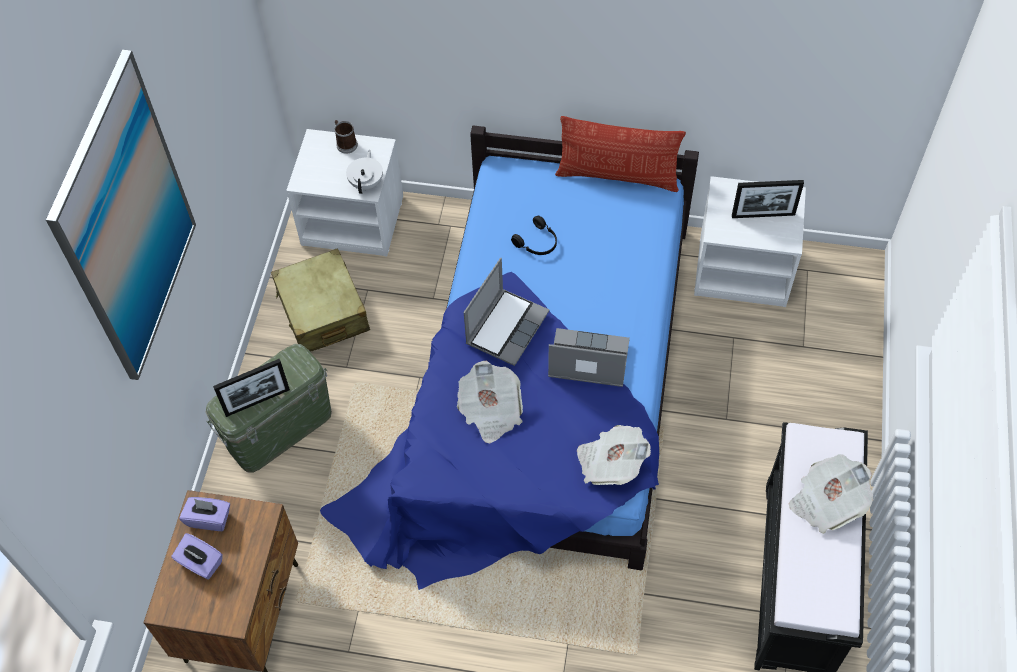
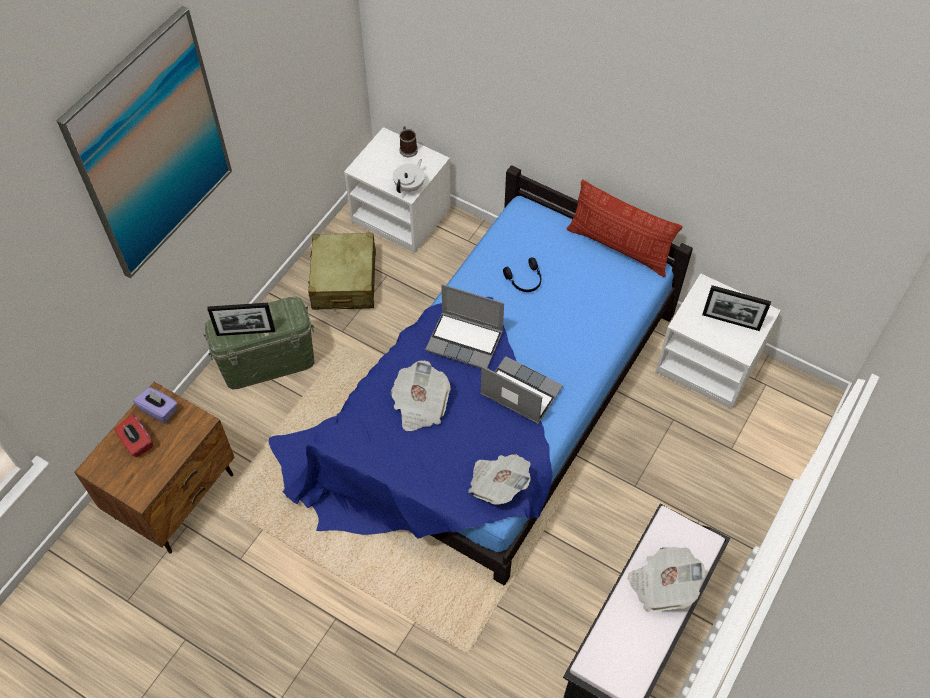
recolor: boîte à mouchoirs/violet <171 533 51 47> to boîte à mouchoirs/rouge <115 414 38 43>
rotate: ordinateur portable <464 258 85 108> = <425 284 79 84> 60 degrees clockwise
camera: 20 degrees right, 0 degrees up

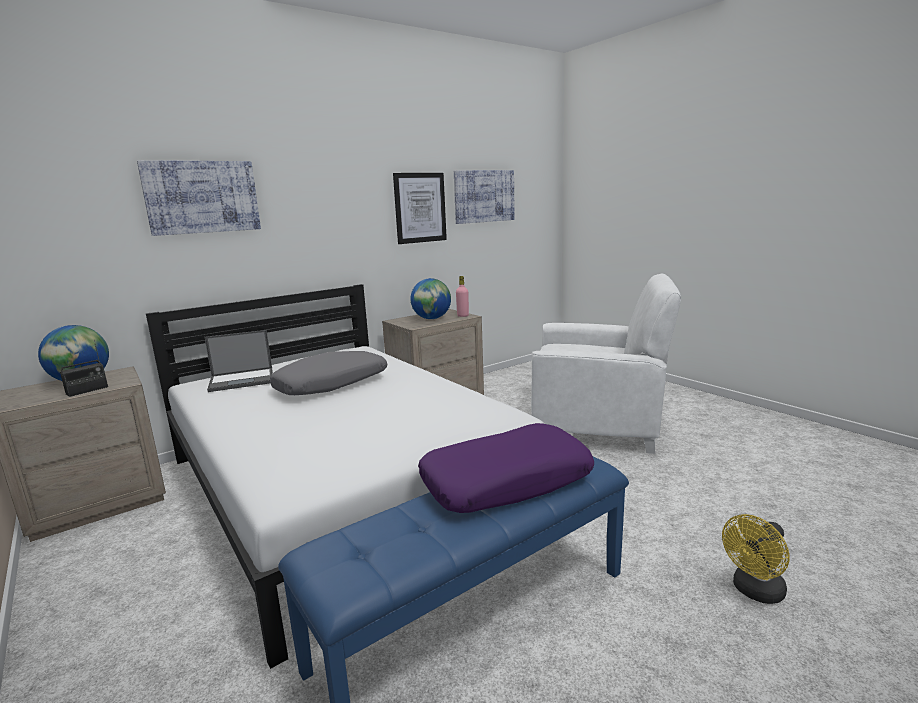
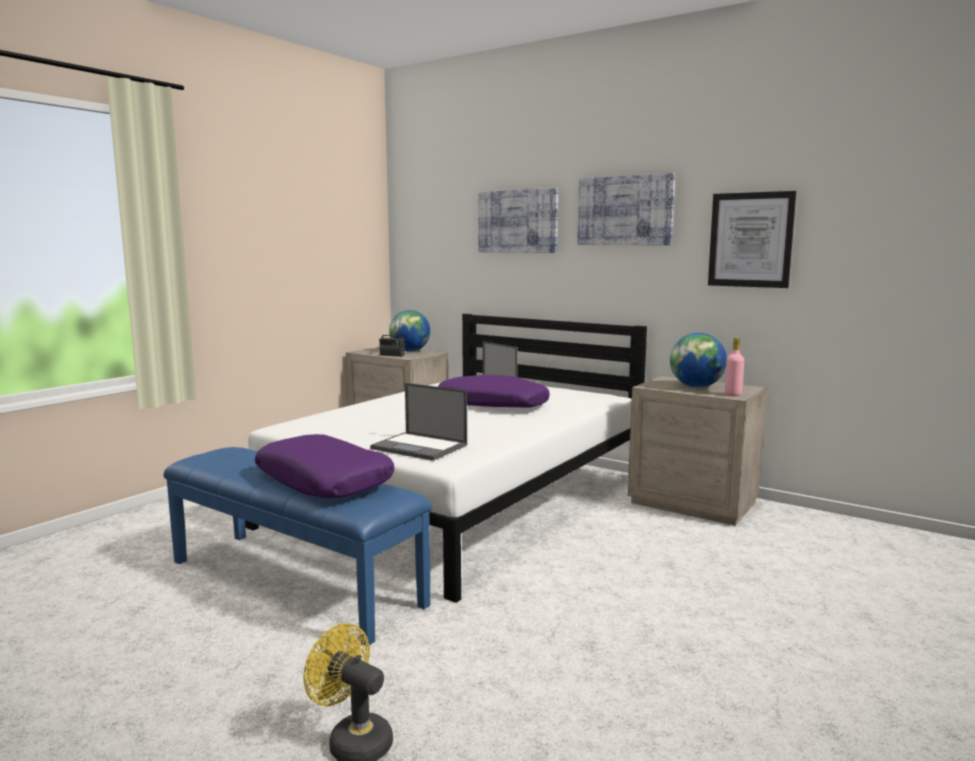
delete: fauteuil/blanc <531 274 150 180>
insert: ordinateur portable <370 383 97 78>
move: tableau <454 170 61 54> to <577 173 98 72>
recolor: coussin/gris <270 351 117 44> to coussin/violet <438 375 112 32>
camera: 70 degrees right, 5 degrees down

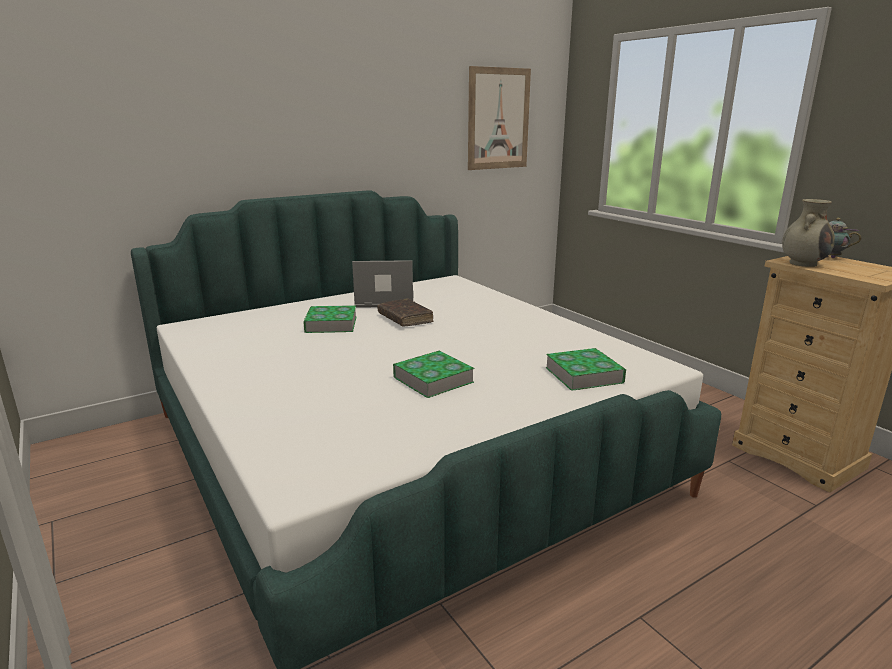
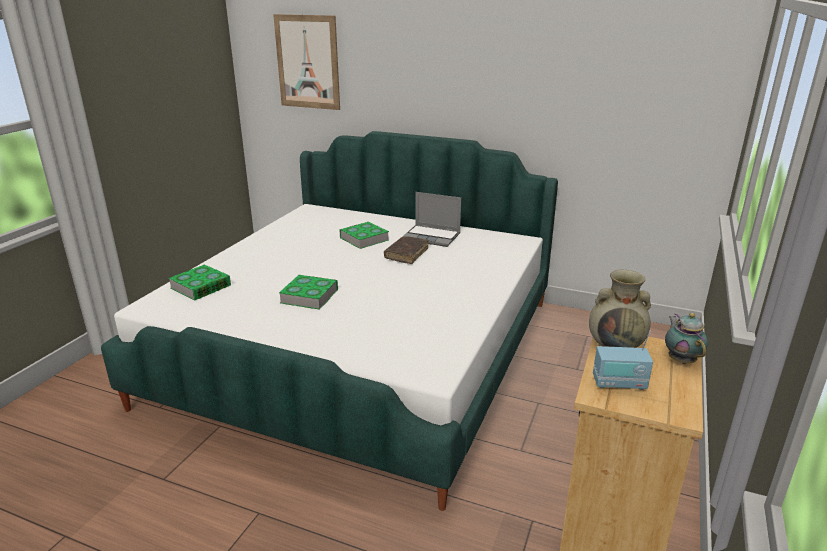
insert: radio <593 330 60 60>
move: tableau <468 66 63 104> to <273 14 67 96>; livre <546 348 80 43> to <168 264 63 36>
rotate: ordinateur portable <352 260 61 48> = <402 192 59 55> 150 degrees clockwise
camera: 55 degrees right, 5 degrees up

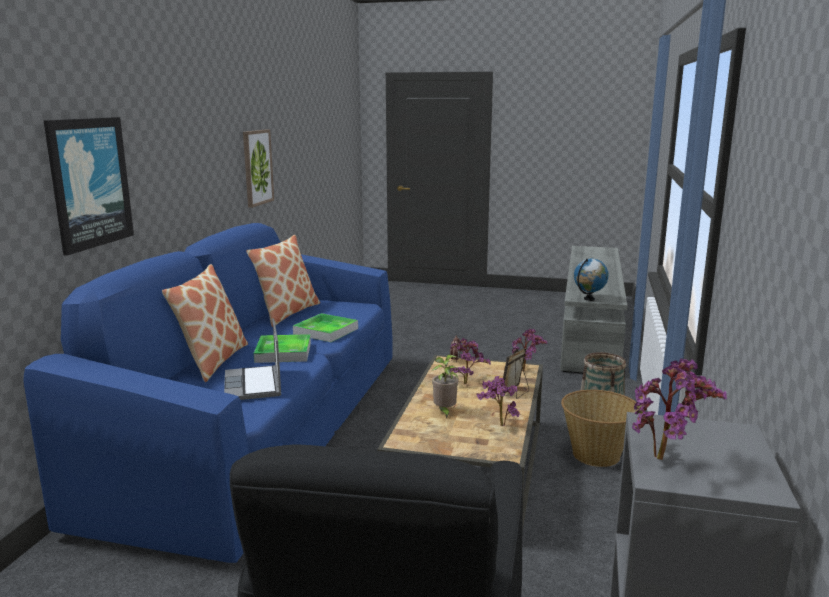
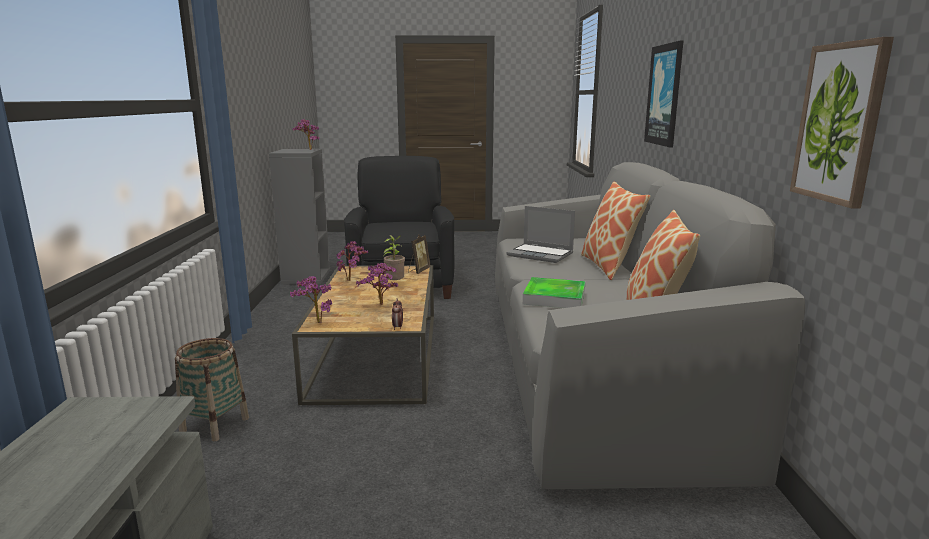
delete: plateau <254 334 57 29>; panier <561 390 77 77>; globe <574 259 35 42>
move: cadre photo <503 348 26 51> to <408 235 23 39>
recolor: canapé/bleu <24 223 369 340> to canapé/gris <495 162 310 329>
rotate: ordinateur portable <224 318 57 82> = <506 206 69 57> 150 degrees clockwise
camera: 165 degrees right, 0 degrees up

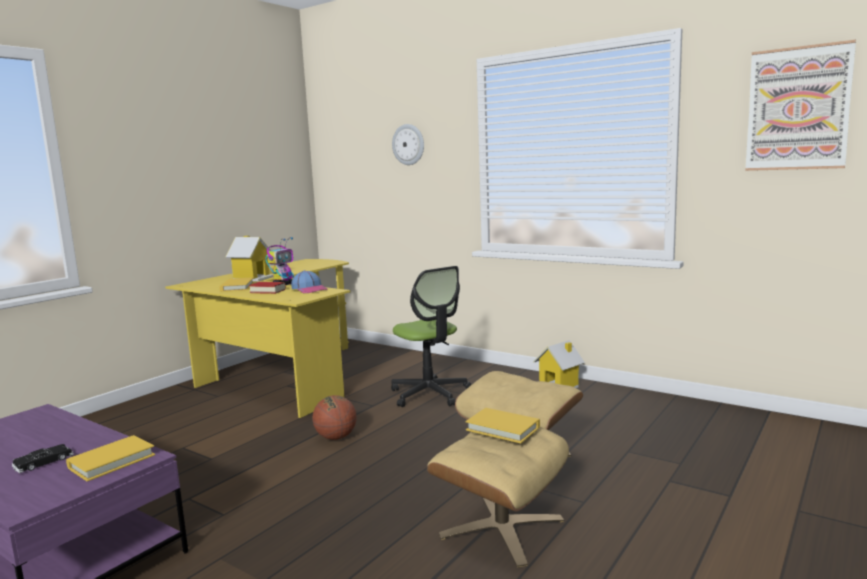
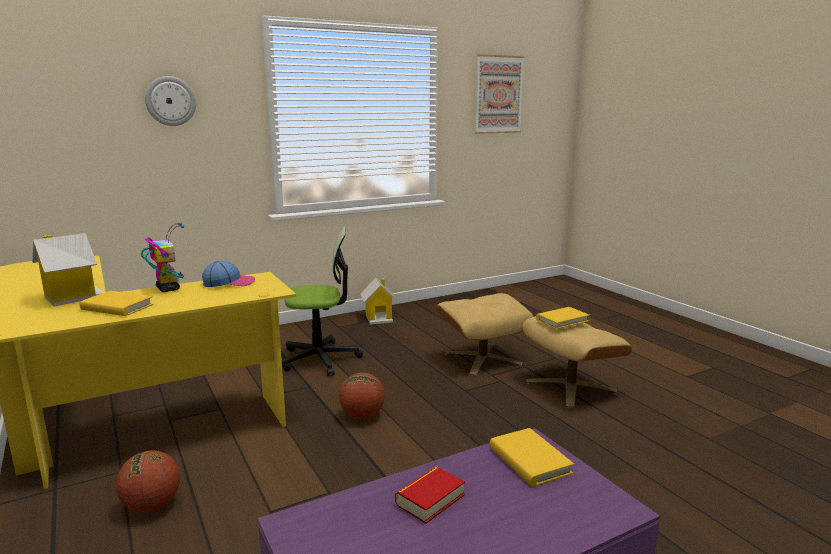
delete: petite voiture/noir <12 444 62 29>
insert: ballon de basket <116 450 64 63>
move: livre <249 282 37 12> to <395 466 70 57>
camera: 65 degrees left, 5 degrees up

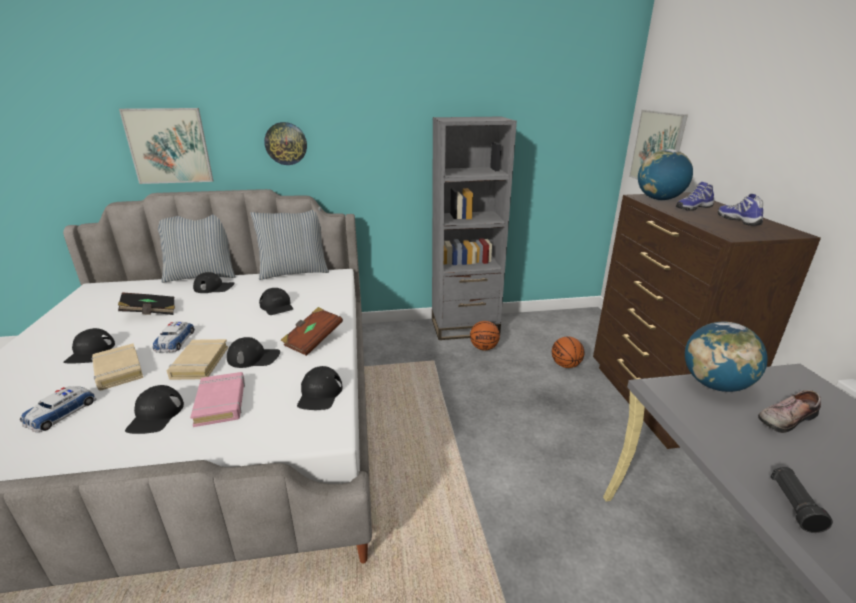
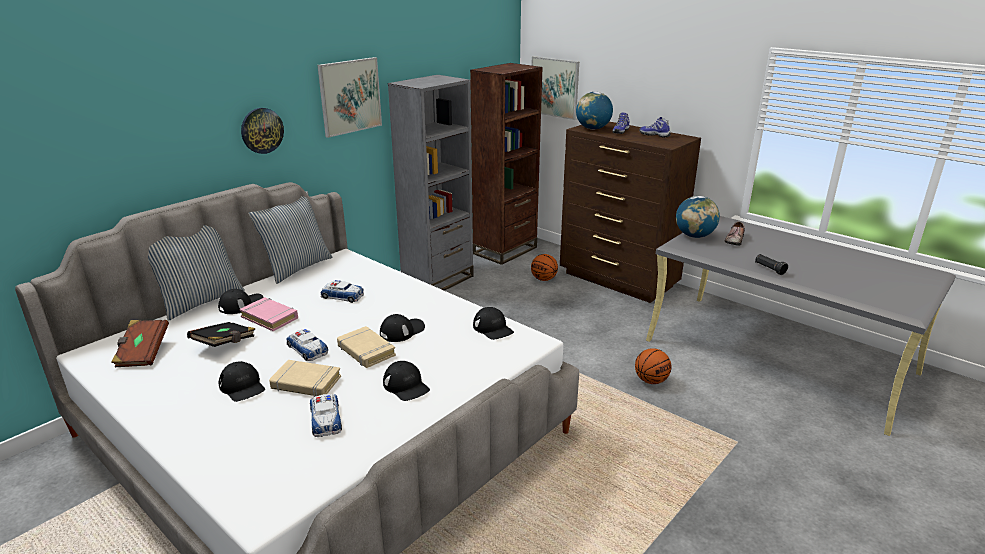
insert: bibliothèque/marron <470 63 73 202>
move: tableau <119 108 94 76> to <317 57 65 81>; livre/rose <190 372 55 55> to <239 297 59 34>; livre/marron <280 307 63 49> to <111 320 58 47>; ballon de basket <470 321 30 29> to <635 348 36 36>
replace: casquette/noir <259 288 35 27> to petite voiture <320 280 44 23>
camera: 40 degrees left, 0 degrees up

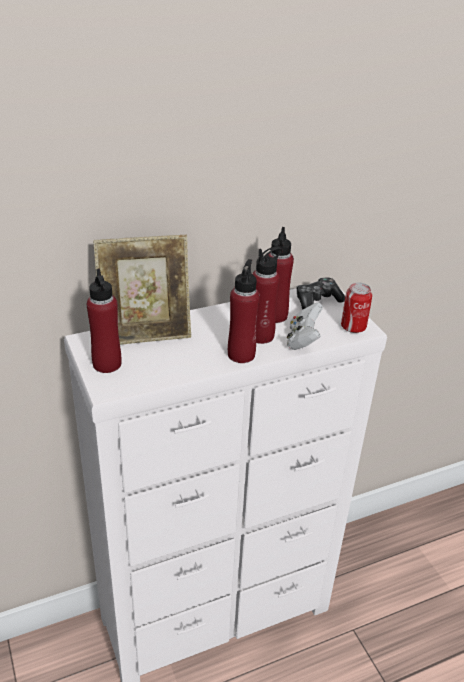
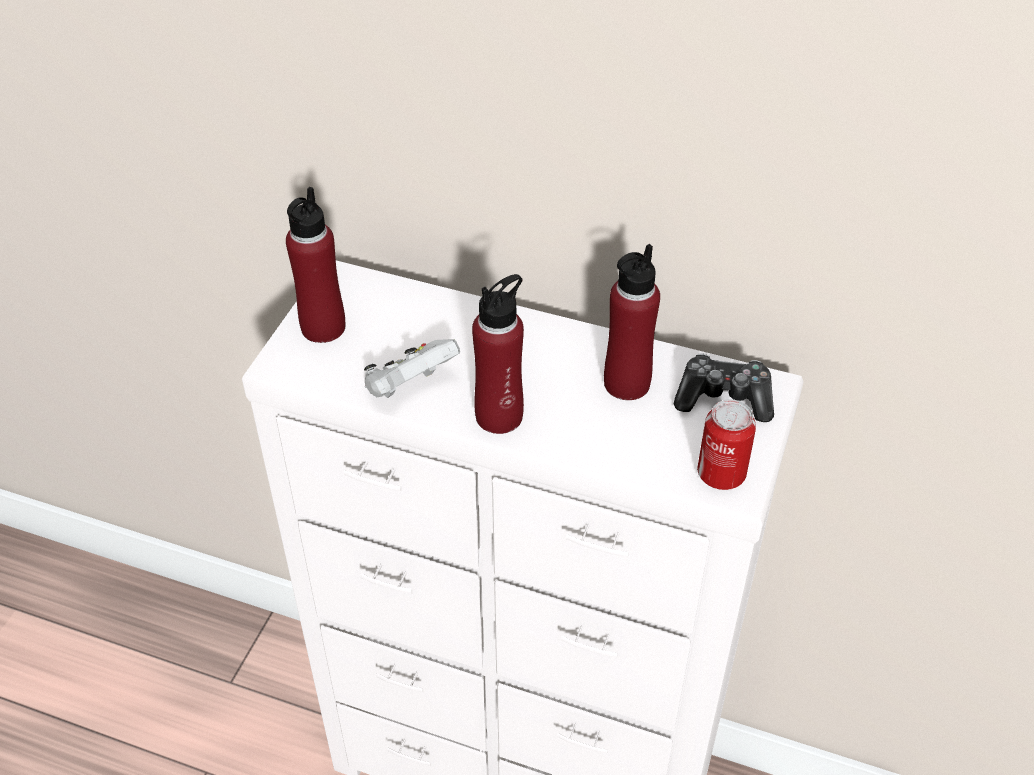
delete: cadre photo <93 235 98 110>; bouteille/rouge <252 246 30 98>
move: manette/blanc <287 303 36 47> to <364 339 96 59>
camera: 45 degrees right, 10 degrees up

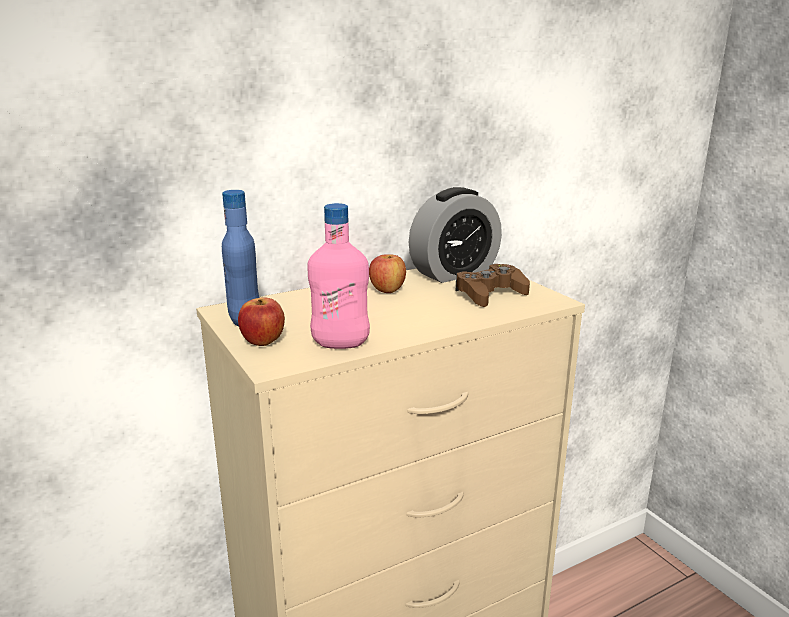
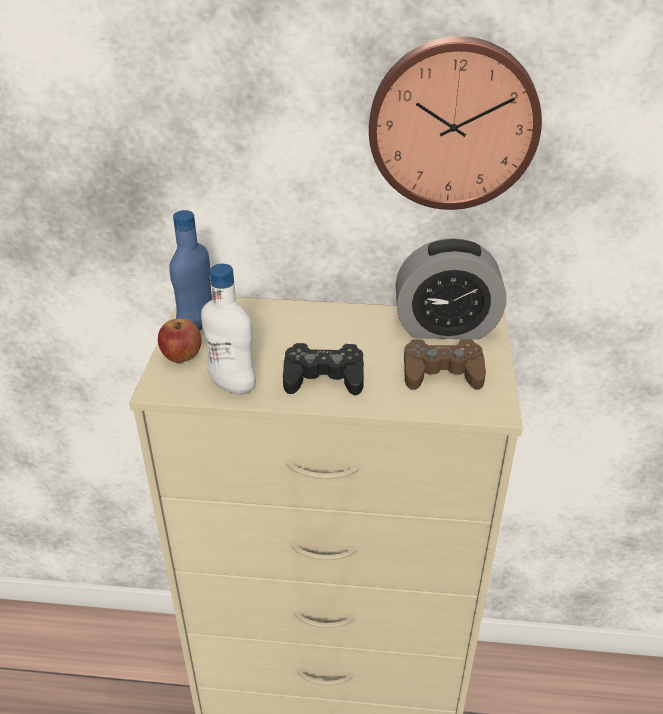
delete: pomme <369 254 37 39>
insert: manette/noir <283 343 81 52>; horloge murale <369 36 173 174>
recolor: bouteille/rose <307 203 63 146> to bouteille/blanc <201 264 55 130>
camera: 35 degrees right, 15 degrees up

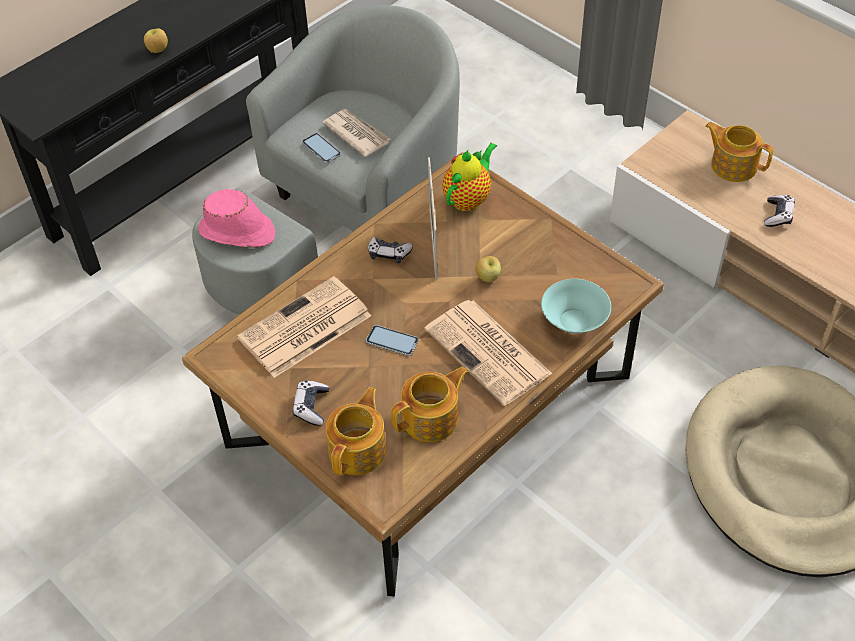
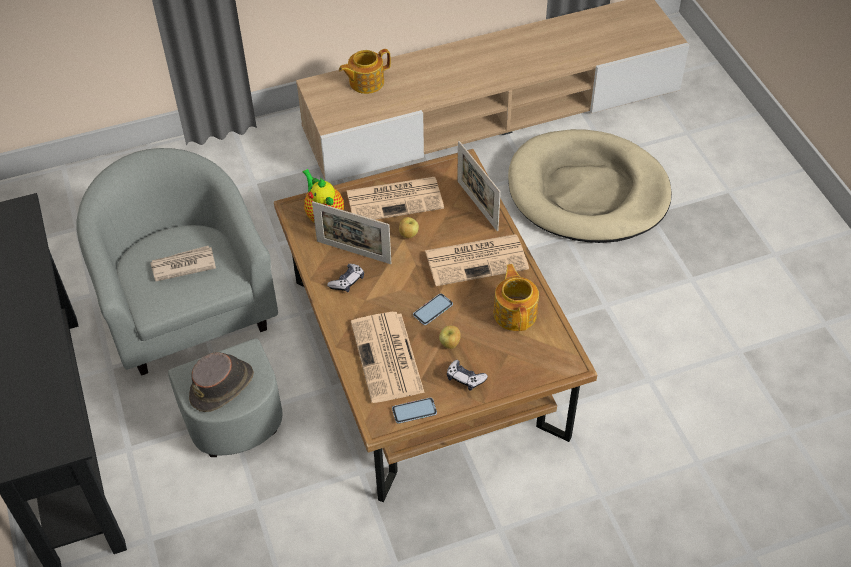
delete: théière <326 387 60 89>; manette <764 195 31 32>
insert: journal <346 177 98 43>
move: pomme <144 29 24 24> to <439 326 22 23>; téléphone <302 133 39 30> to <392 398 45 26>
replace: bol/turquoise <541 279 70 54> to cadre photo <457 141 44 91>
recolor: chapeau/rose <198 189 77 59> to chapeau/marron <189 352 65 60>
camera: 65 degrees left, 0 degrees up

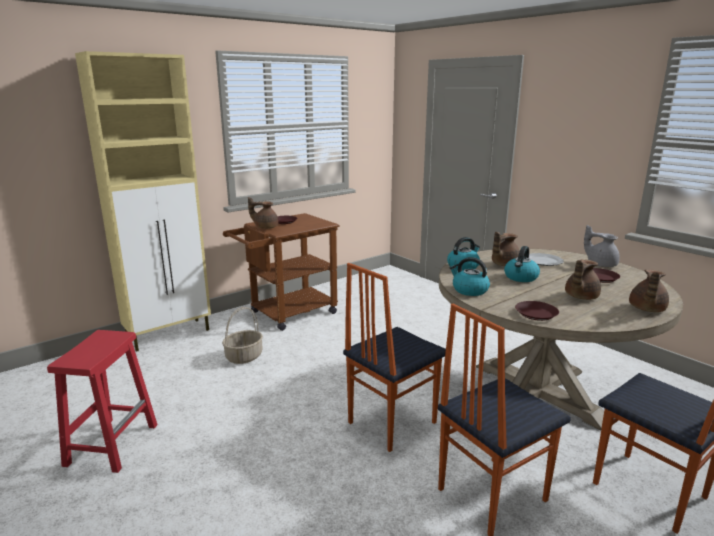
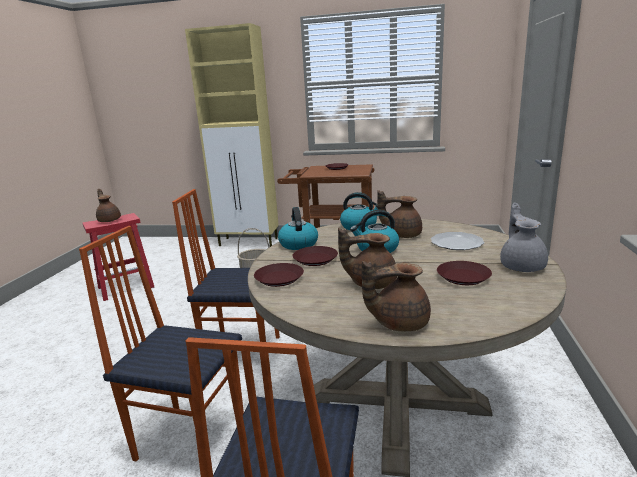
insert: assiette/marron <293 246 45 20>
move: théière/marron <248 197 30 32> to <96 189 25 33>
camera: 50 degrees right, 0 degrees up

